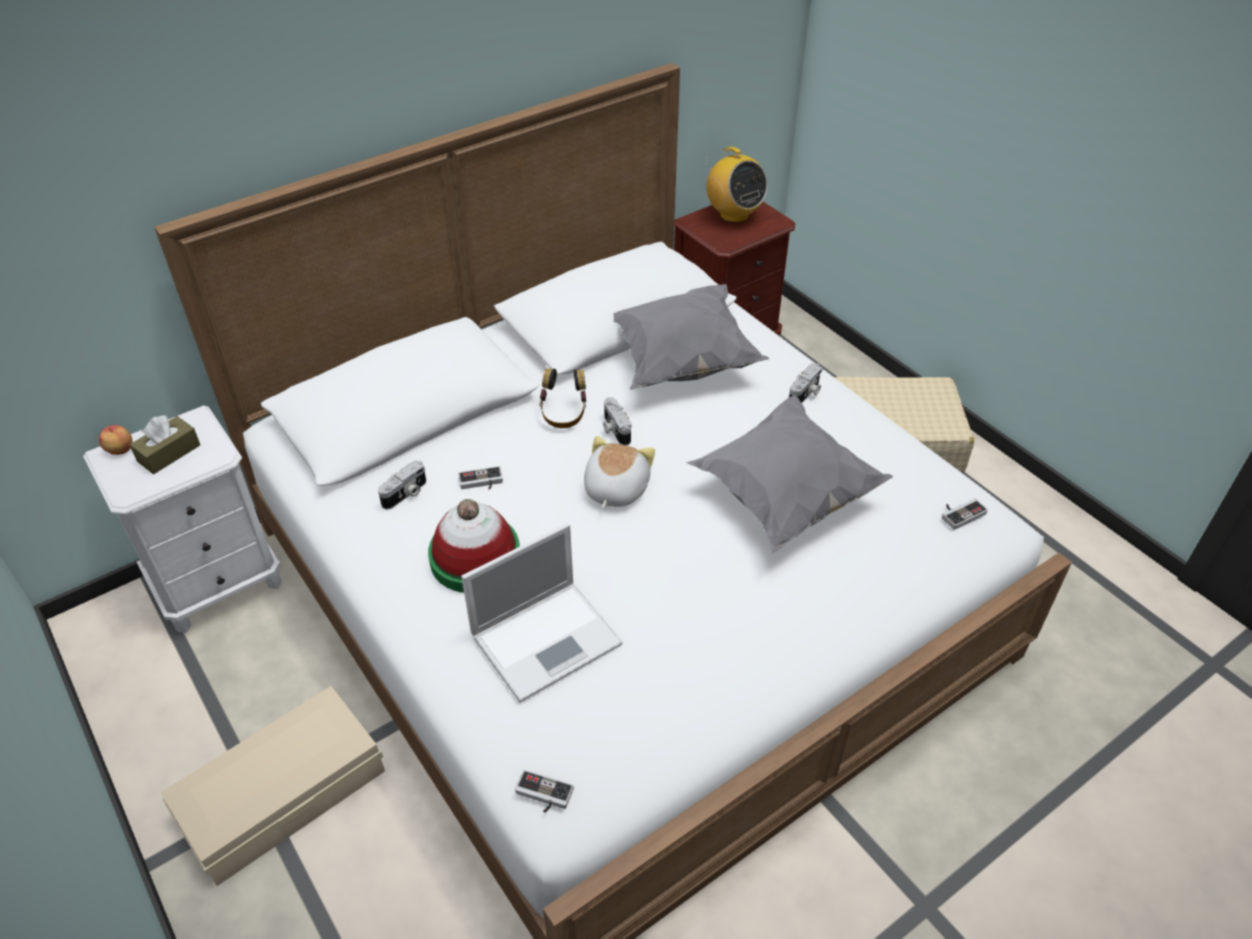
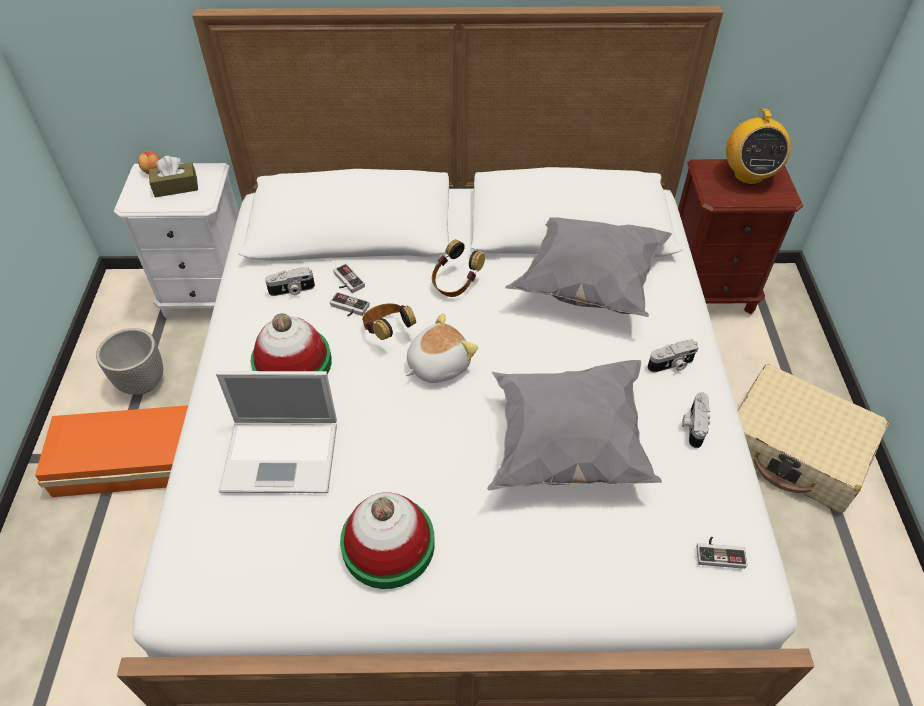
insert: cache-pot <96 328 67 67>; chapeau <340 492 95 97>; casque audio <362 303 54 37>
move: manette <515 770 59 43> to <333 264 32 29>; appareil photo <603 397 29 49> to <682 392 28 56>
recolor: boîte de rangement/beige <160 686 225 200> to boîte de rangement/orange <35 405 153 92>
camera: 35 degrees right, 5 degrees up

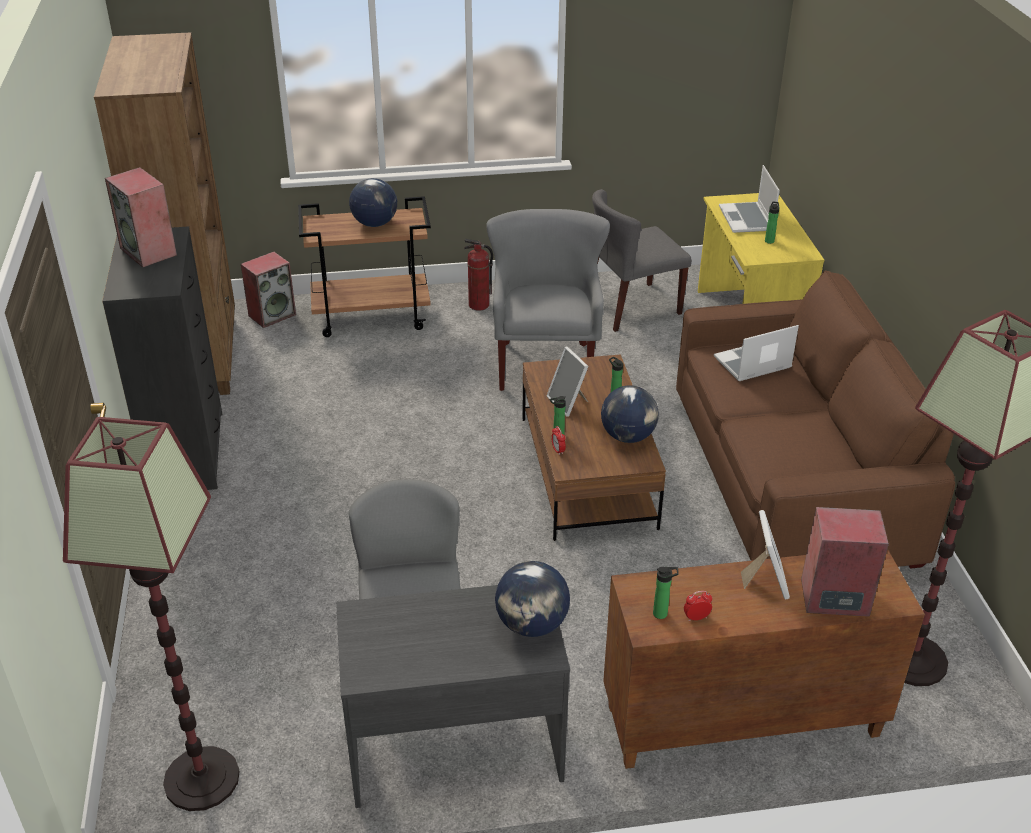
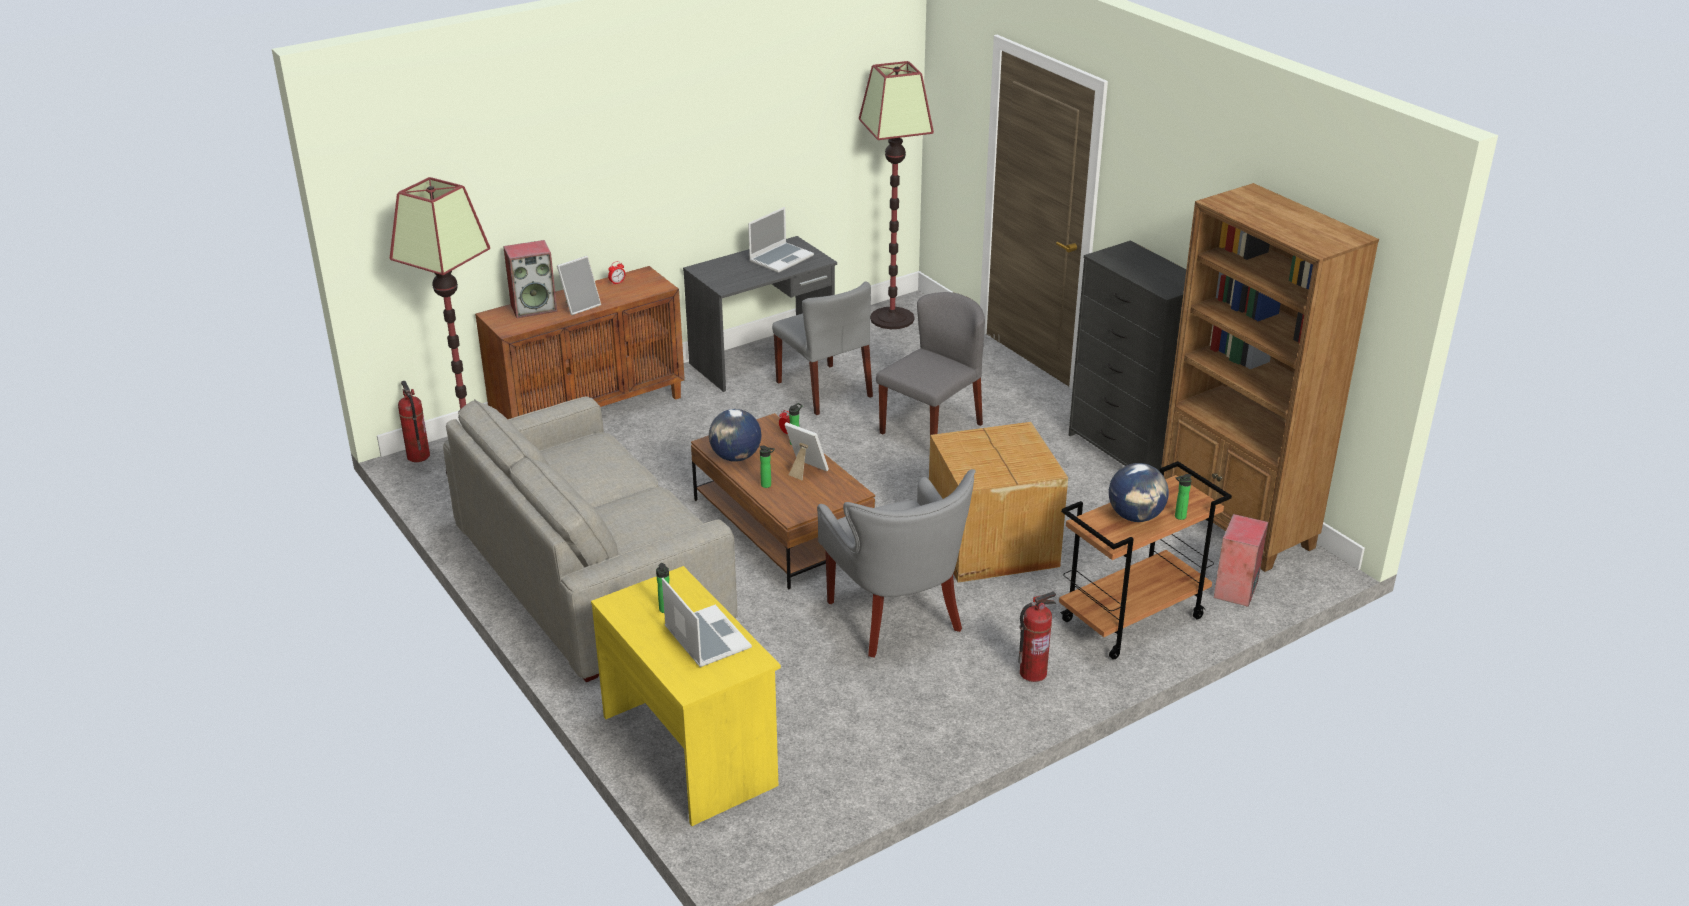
delete: enceinte <105 167 72 100>; globe <495 561 75 76>
insert: extincteur <398 381 32 81>; carton <929 422 139 161>
move: chaise/gris <592 189 100 143> to <876 292 109 143>; bouteille <653 567 26 52> to <1175 474 16 46>; ordinateur portable <714 325 85 56> to <748 207 66 66>
recolor: canapé/marron <676 270 279 298> to canapé/gris <443 396 295 286>
rotate: cadre photo <741 510 49 89> = <557 256 44 59> 105 degrees counterclockwise
camera: 155 degrees right, 5 degrees down

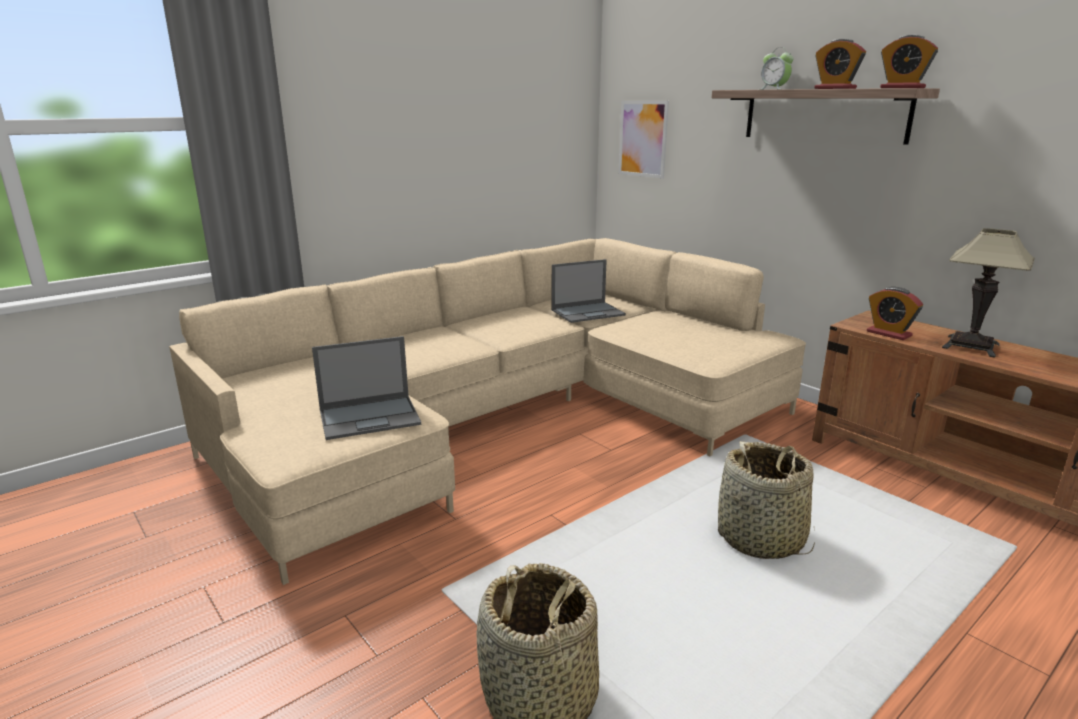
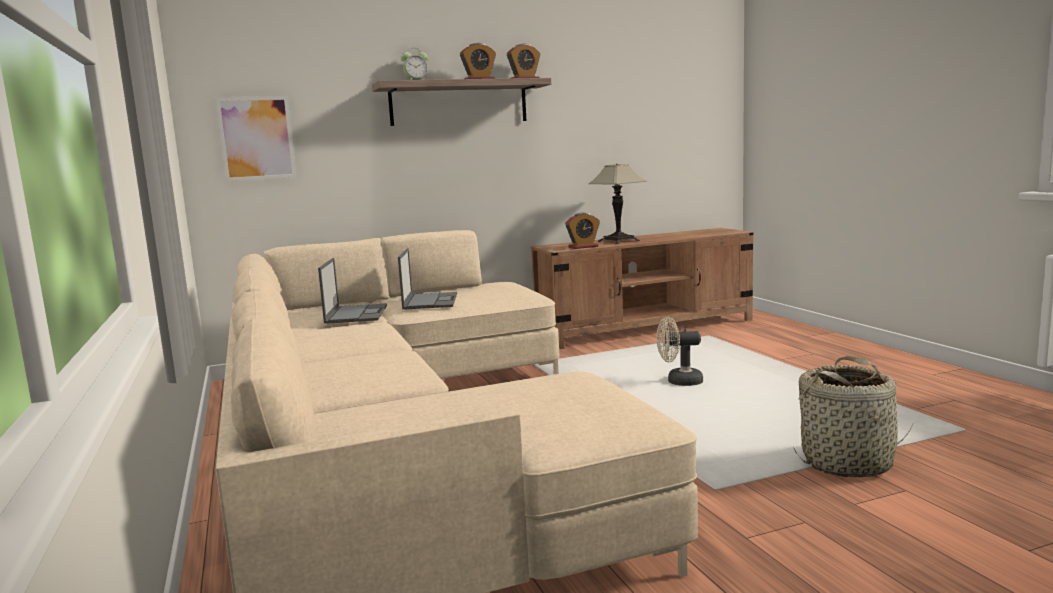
move: ordinateur portable <312 336 109 104> to <398 248 59 62>
replace: panier <718 441 97 118> to ventilateur/beige <657 316 46 70>
camera: 70 degrees left, 10 degrees down

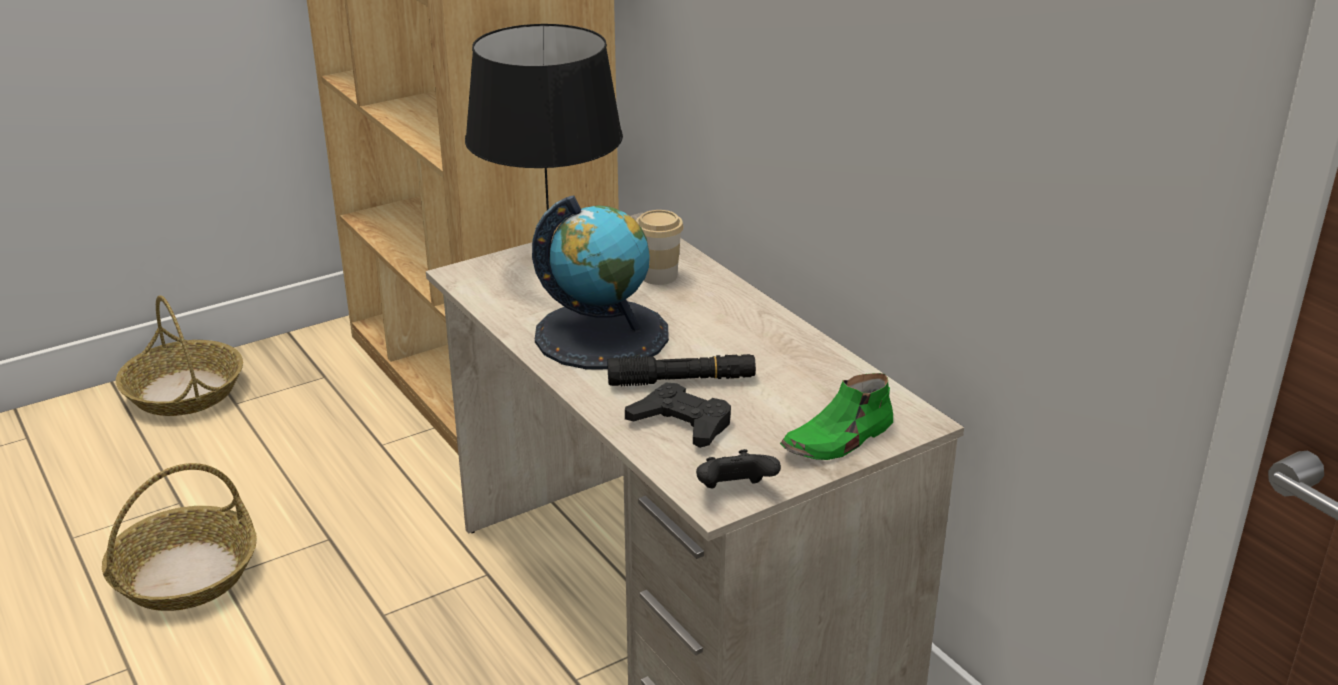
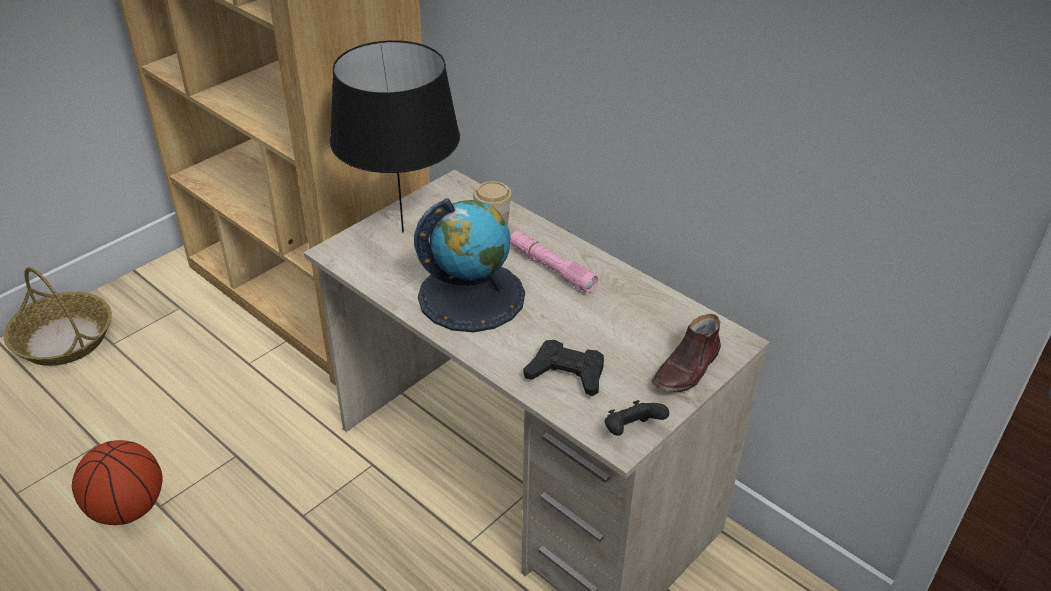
delete: lampe de poche/noir <607 354 149 32>
insert: lampe de poche/rose <510 231 88 62>
replace: panier <102 463 155 148> to ballon de basket <72 440 91 85>
recolor: chaussure/vert <780 373 113 87> to chaussure/marron <652 314 69 78>
camera: 15 degrees left, 10 degrees up

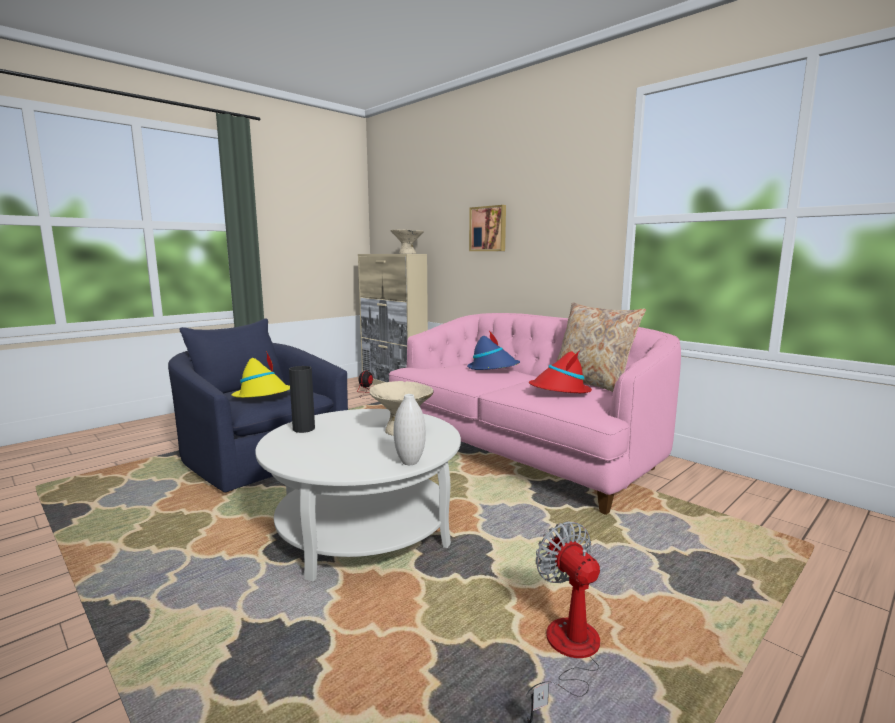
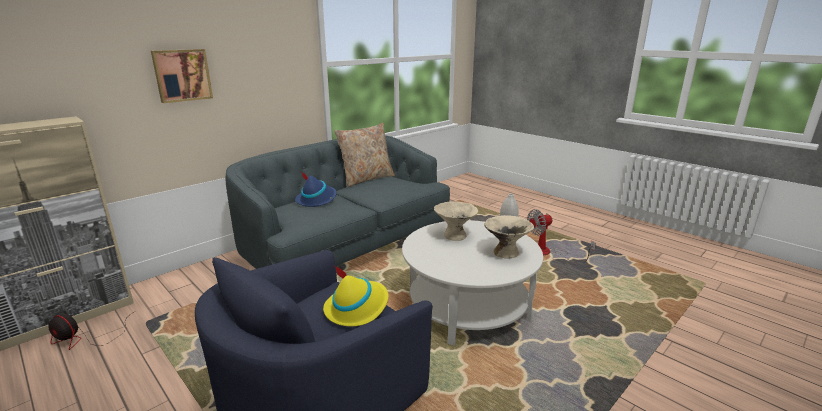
delete: vase/noir <289 366 26 67>; chapeau/rouge <529 350 63 43>
move: bol/beige <390 229 34 25> to <485 215 49 44>
recolor: canapé/rose <389 313 292 202> to canapé/gris <225 135 225 134>
camera: 90 degrees left, 10 degrees up

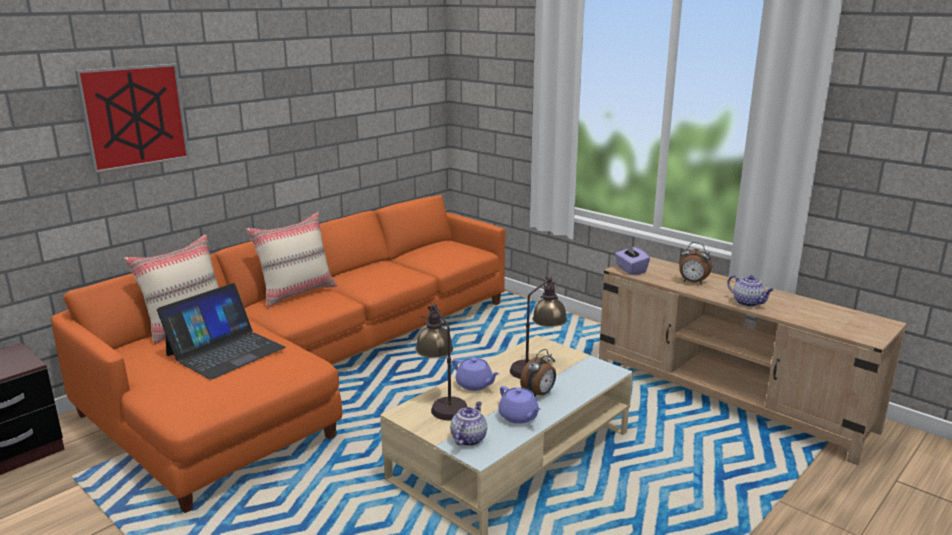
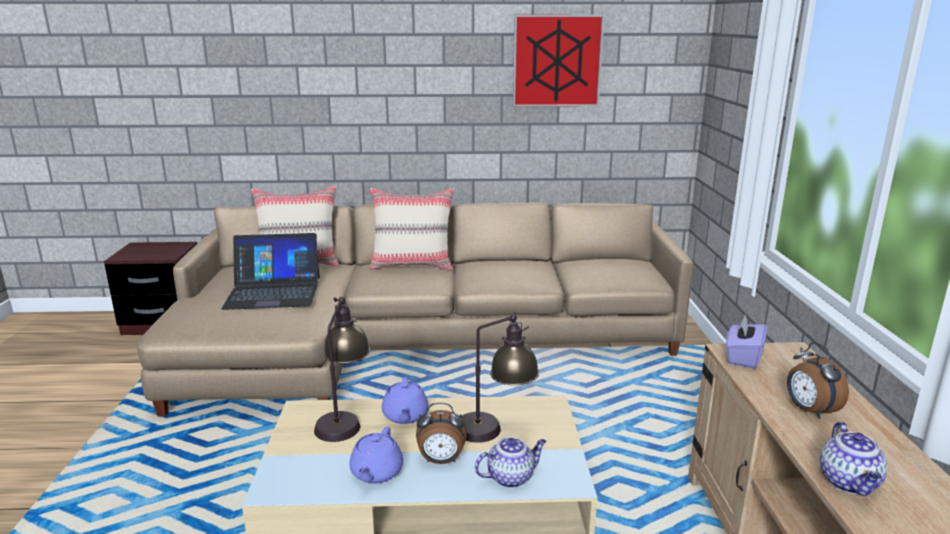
move: tableau <75 63 115 110> to <513 15 92 92>; théière <450 402 37 44> to <475 437 71 51>
recolor: canapé/orange <51 195 454 318> to canapé/beige <137 203 557 213>
camera: 45 degrees right, 0 degrees up

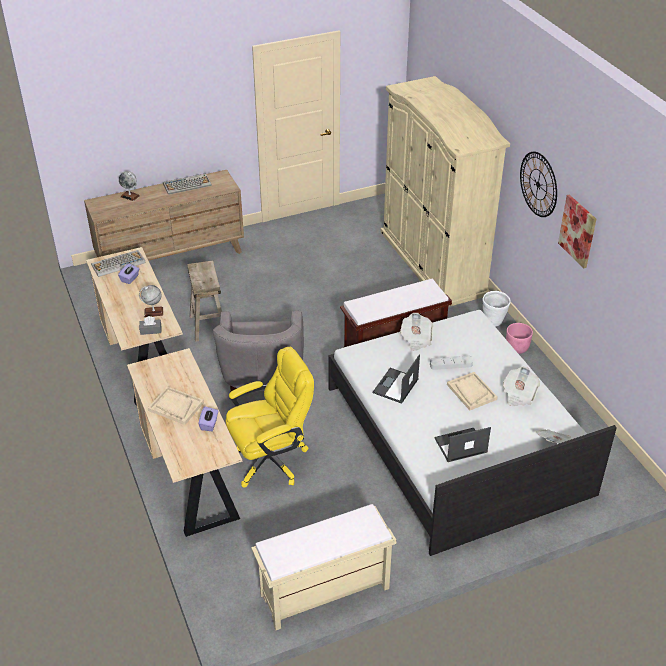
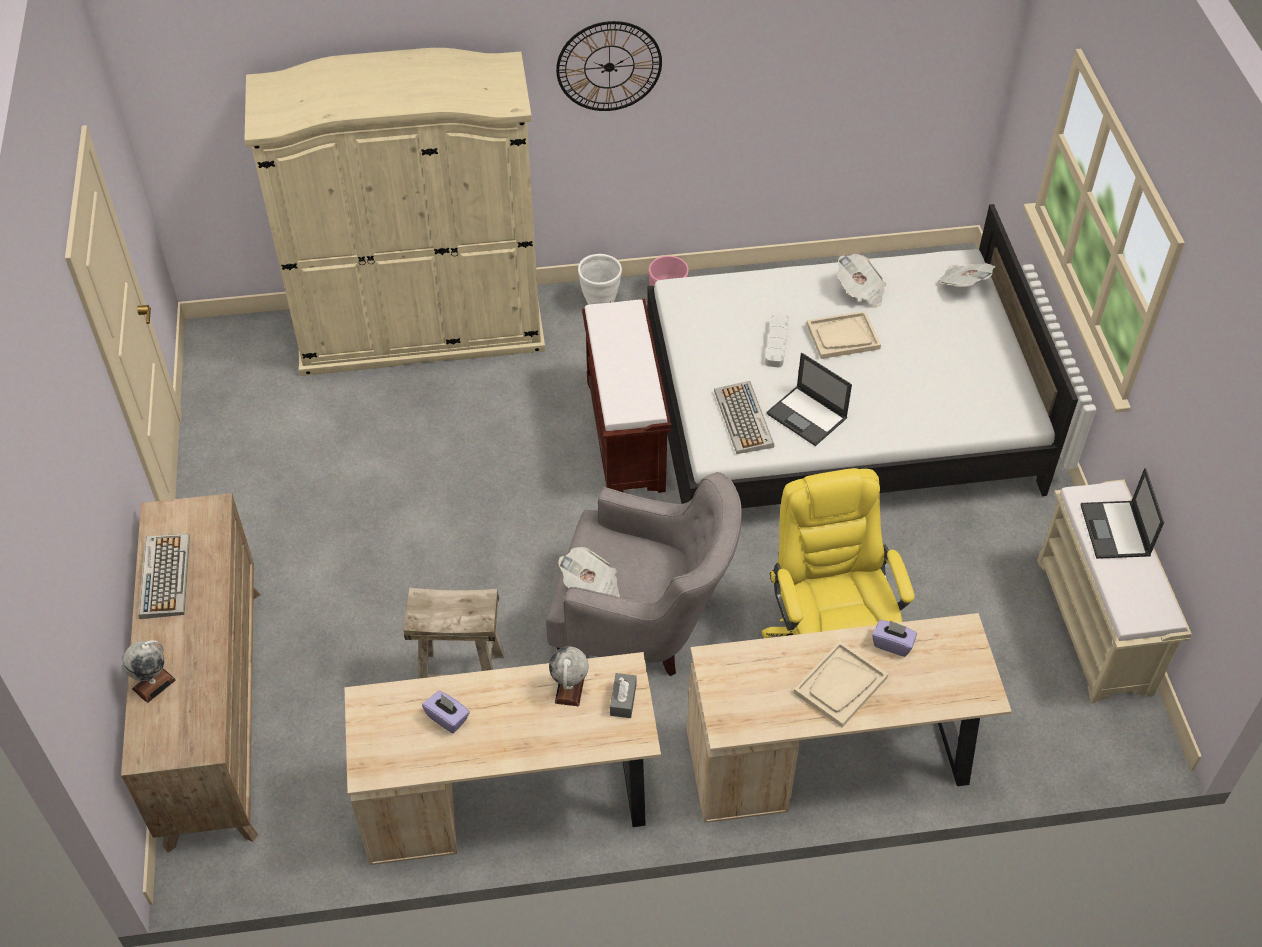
delete: tableau <558 194 38 74>
move: clavier <91 250 55 27> to <714 381 60 73>; journal <400 313 33 38> to <559 547 61 50>; ordinateur portable <434 427 57 35> to <1081 468 83 91>
camera: 75 degrees left, 10 degrees up

